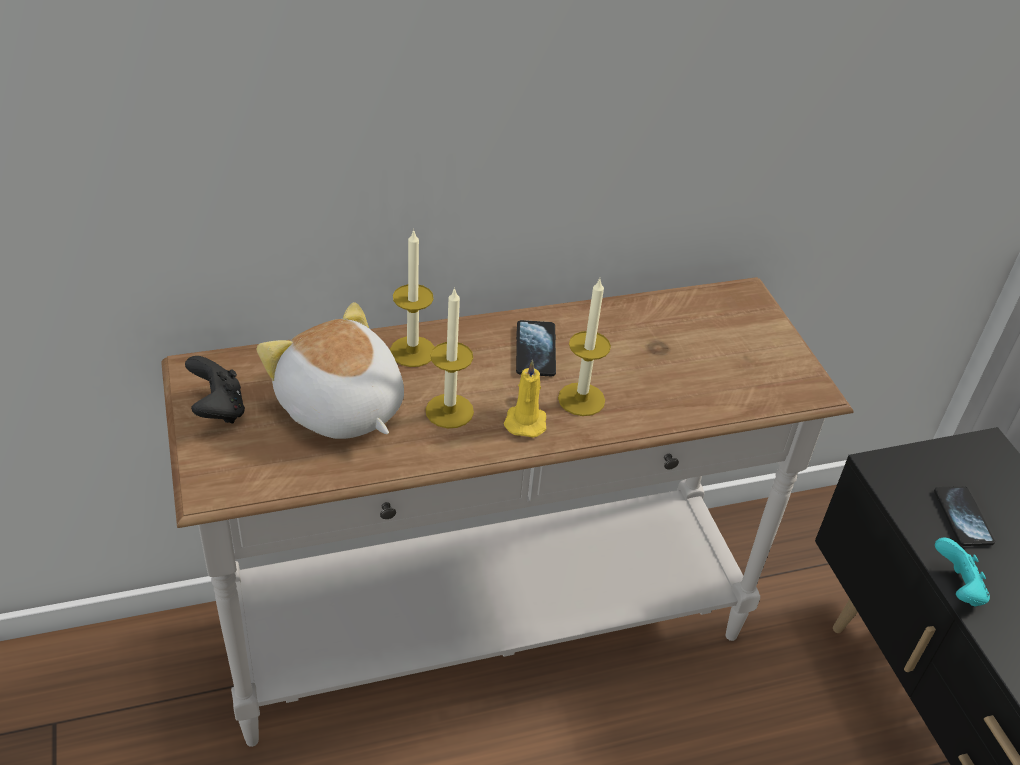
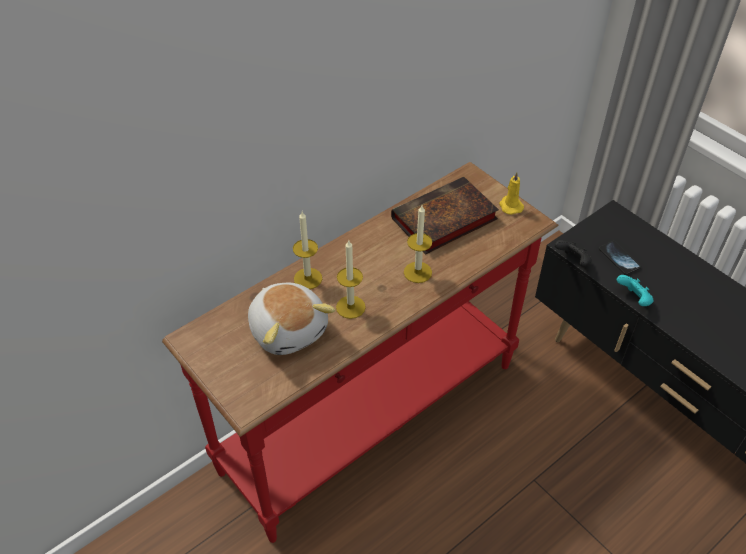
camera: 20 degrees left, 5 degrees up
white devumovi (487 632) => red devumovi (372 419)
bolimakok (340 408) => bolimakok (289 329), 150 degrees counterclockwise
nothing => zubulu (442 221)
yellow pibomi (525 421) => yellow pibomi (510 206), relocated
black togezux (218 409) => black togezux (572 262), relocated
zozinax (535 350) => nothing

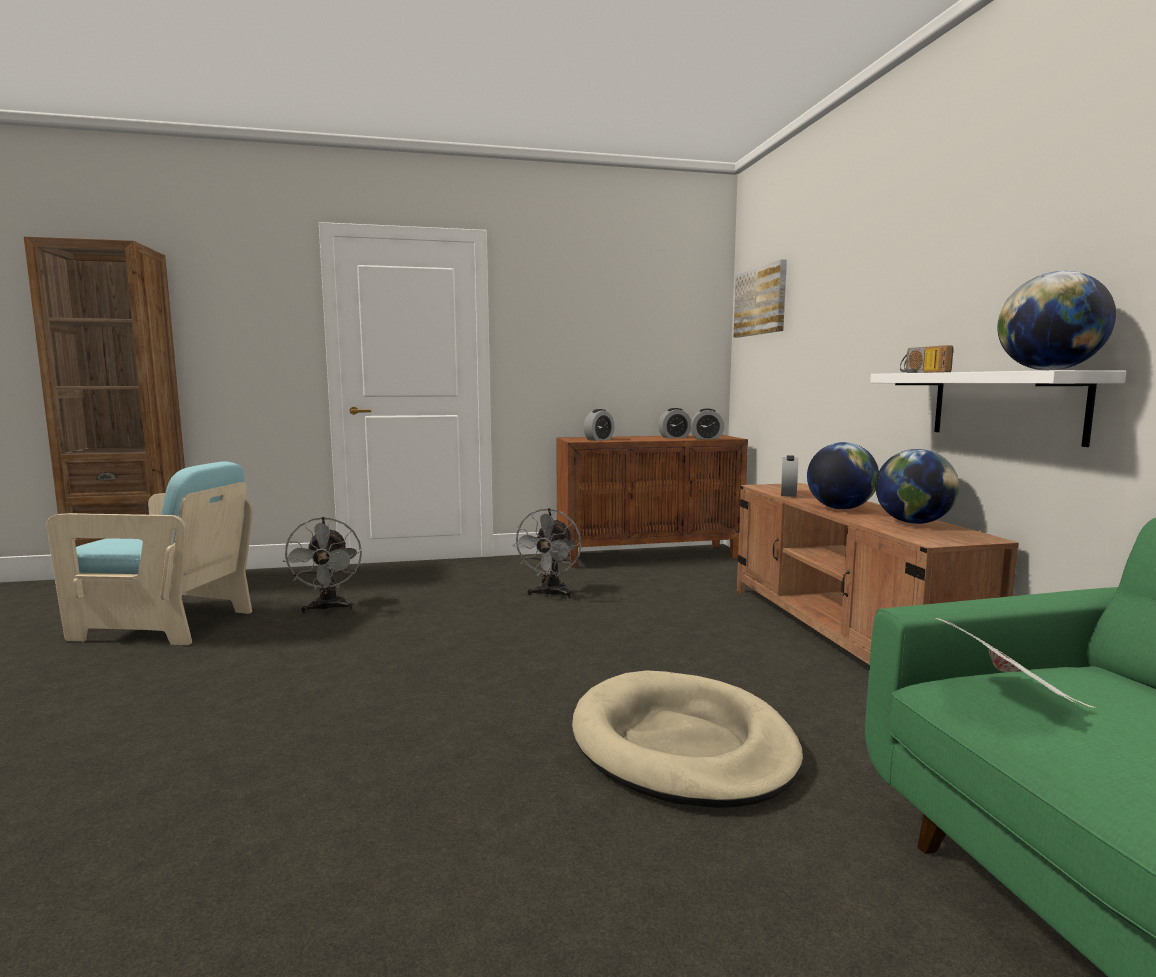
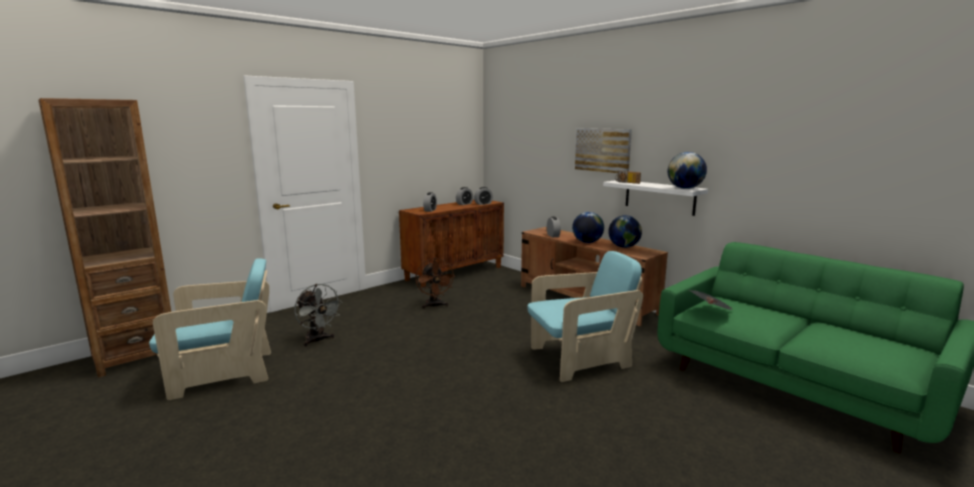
camera: 30 degrees left, 5 degrees up
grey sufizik (550 594) => brown sufizik (434 306)
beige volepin (682 745) => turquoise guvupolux (580 359)
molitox (761 301) => molitox (603 150), relocated

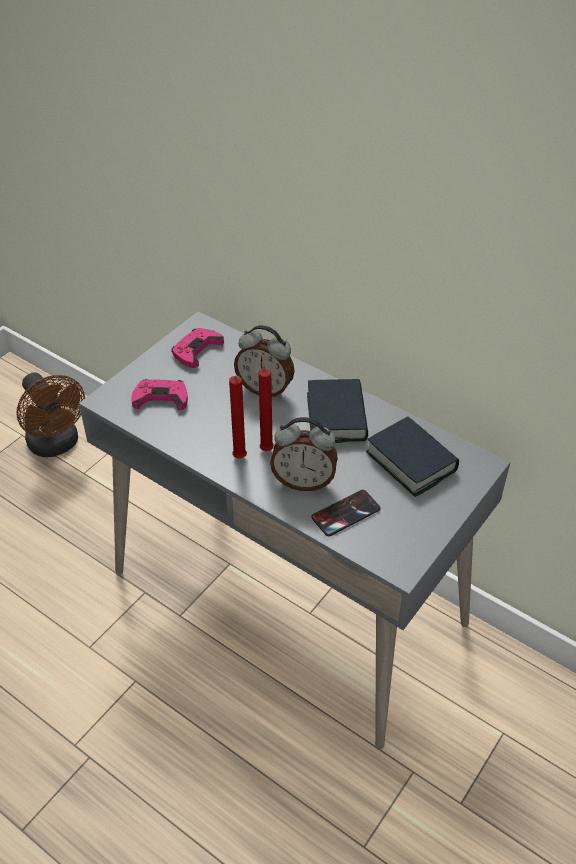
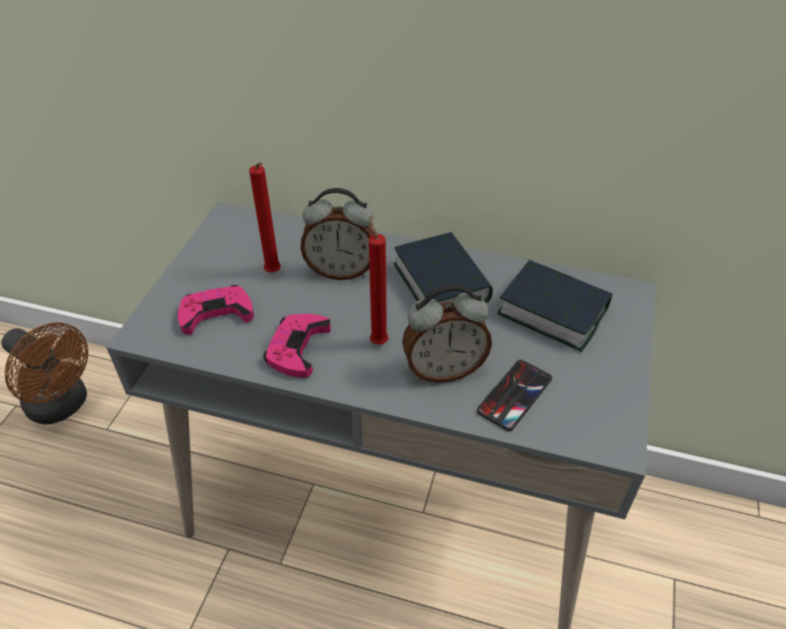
camera: 20 degrees left, 0 degrees up
red pibomi (240 459) => red pibomi (274 274), relocated
pink togezux (196 350) => pink togezux (297 348), relocated

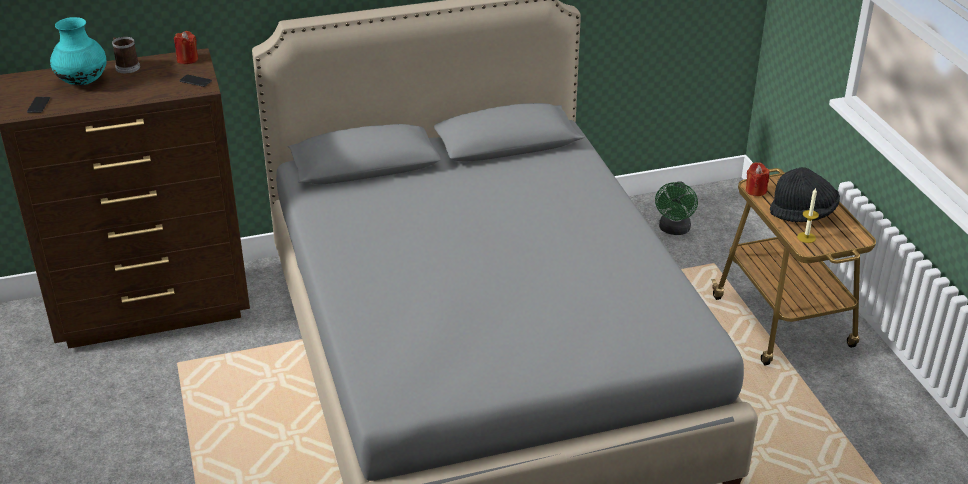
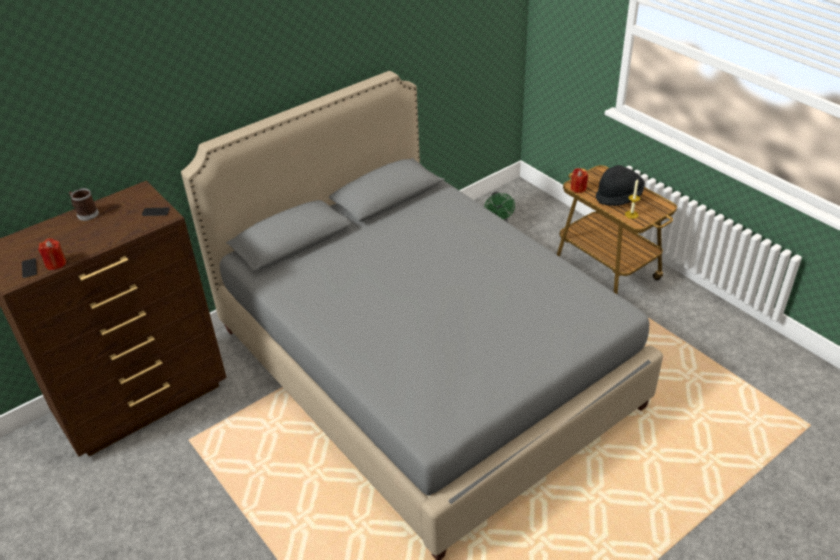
camera: 20 degrees left, 5 degrees up
red pibomi (187 59) => red pibomi (56 264), relocated
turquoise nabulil (83 82) => nothing

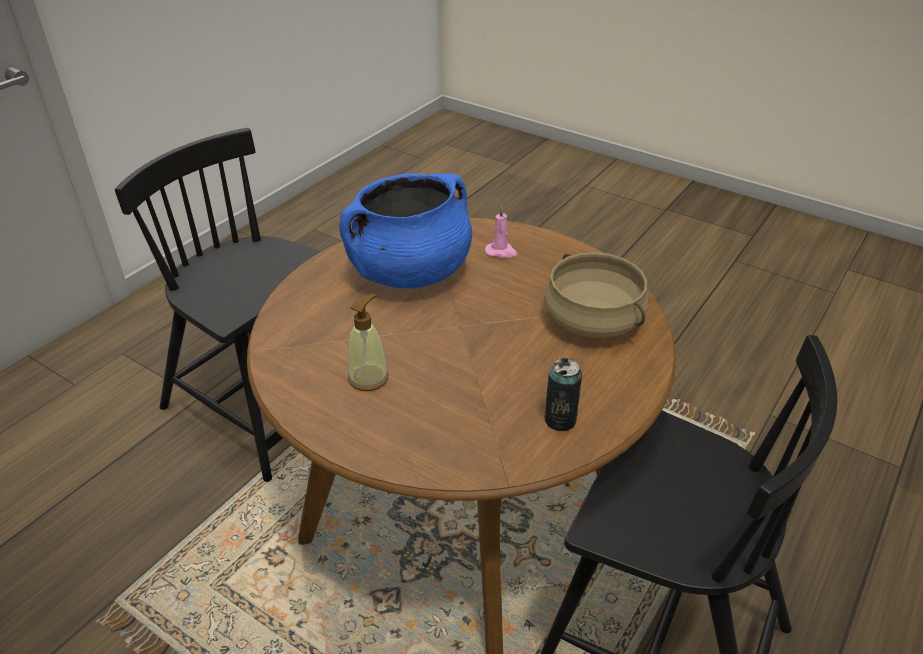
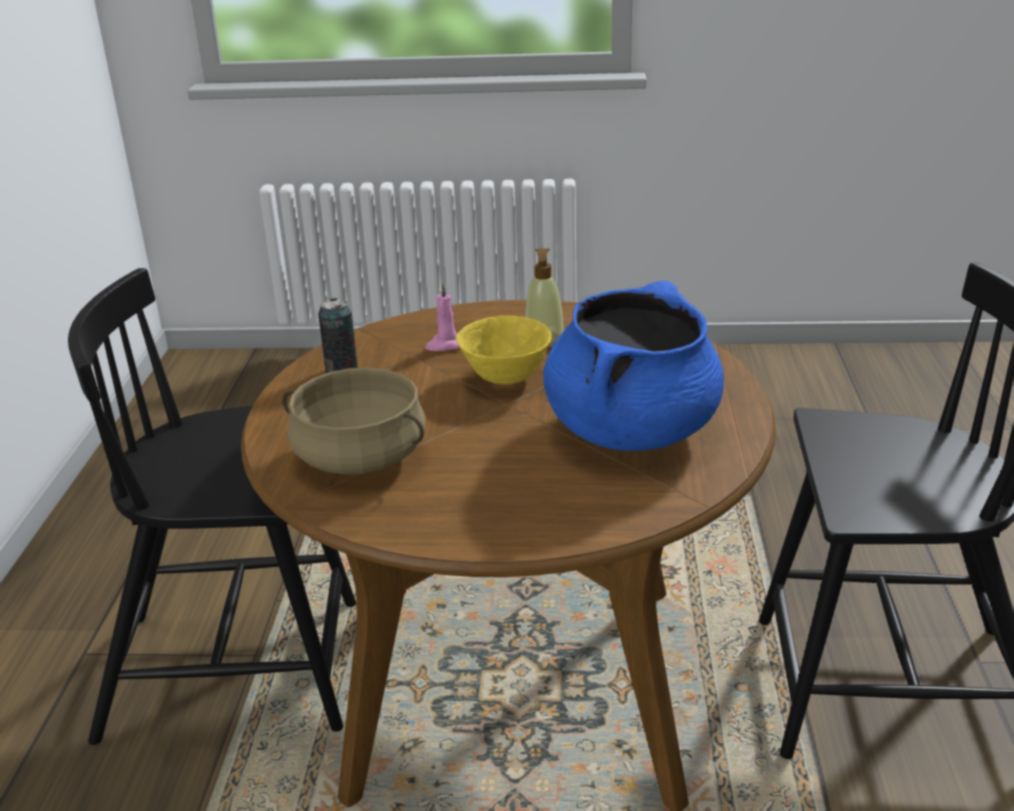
camera: 150 degrees right, 10 degrees down
pink pibomi (501 252) => pink pibomi (445 345), relocated
nothing => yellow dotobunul (505 378)

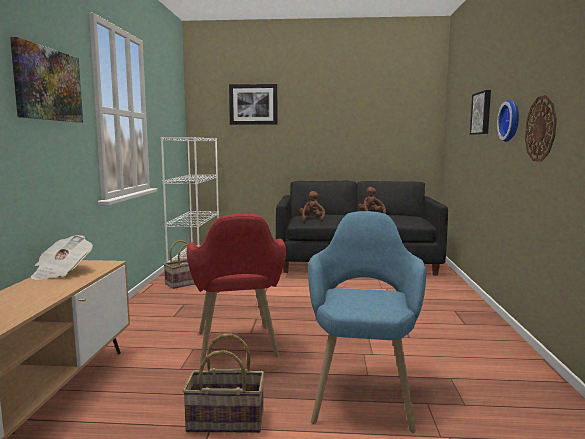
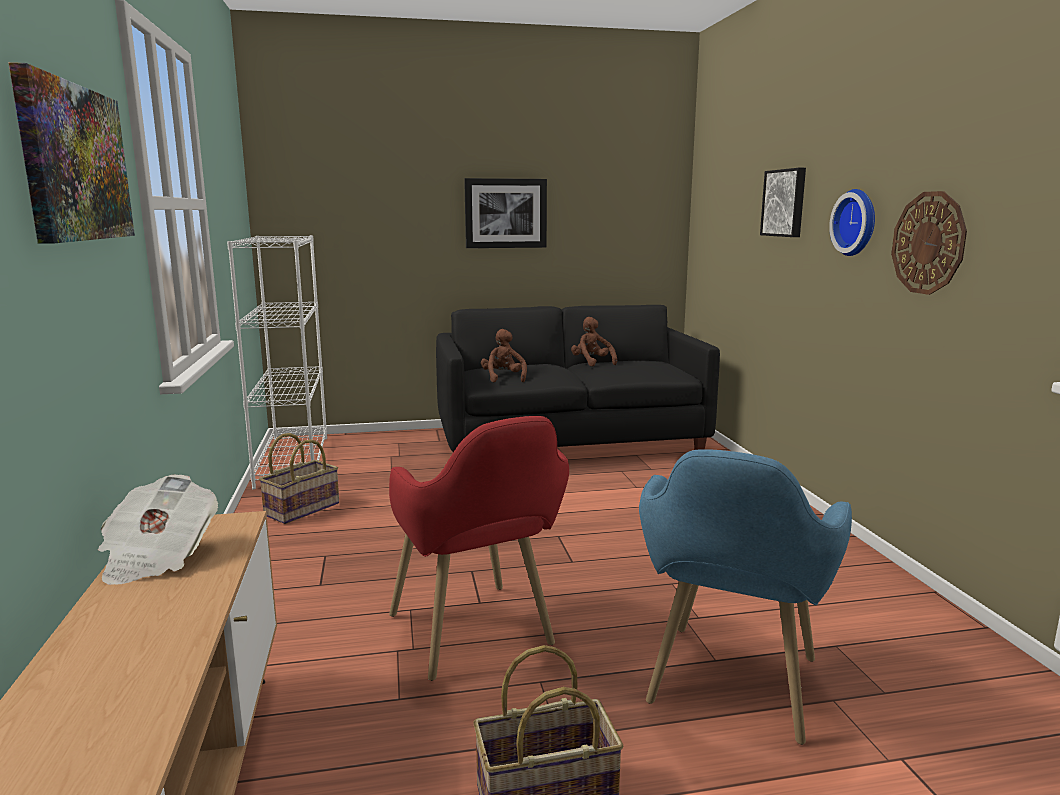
camera: 15 degrees left, 5 degrees up
molitox (253 104) => molitox (505 213), relocated
blue guvupolux (363 392) => blue guvupolux (729 696), 150 degrees counterclockwise

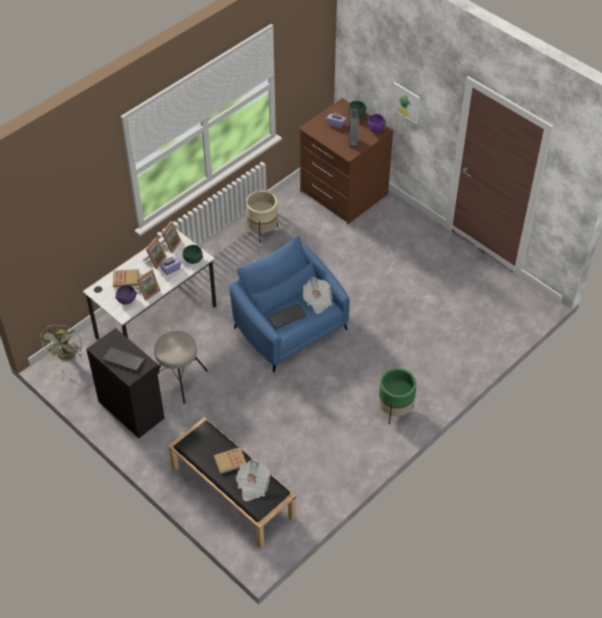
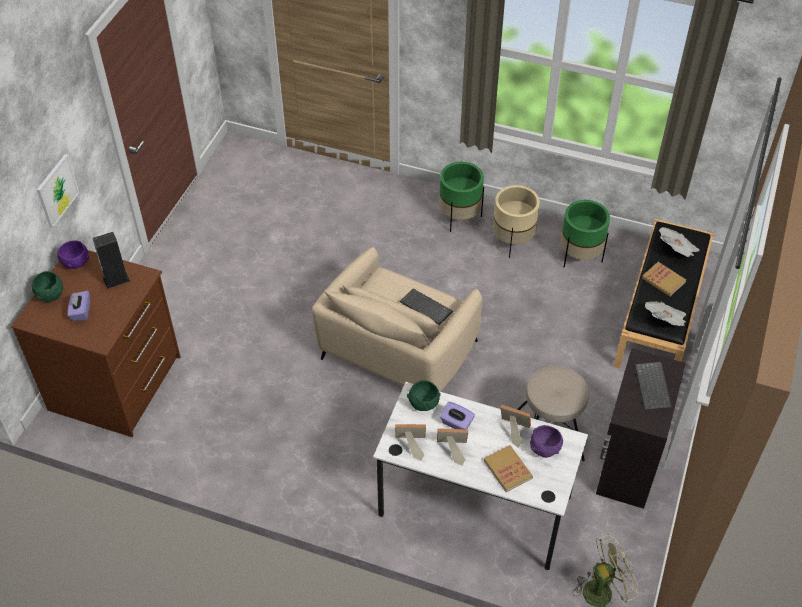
camera: 115 degrees left, 0 degrees up
blue guvupolux (290 327) => beige guvupolux (397 351)
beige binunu (262 231) => beige binunu (513 241), relocated
nothing => green binunu (580 256)
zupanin (317 301) => zupanin (665 320), relocated

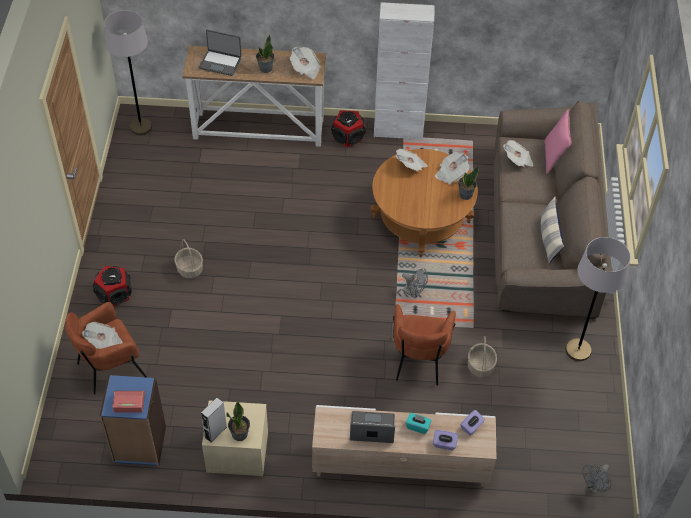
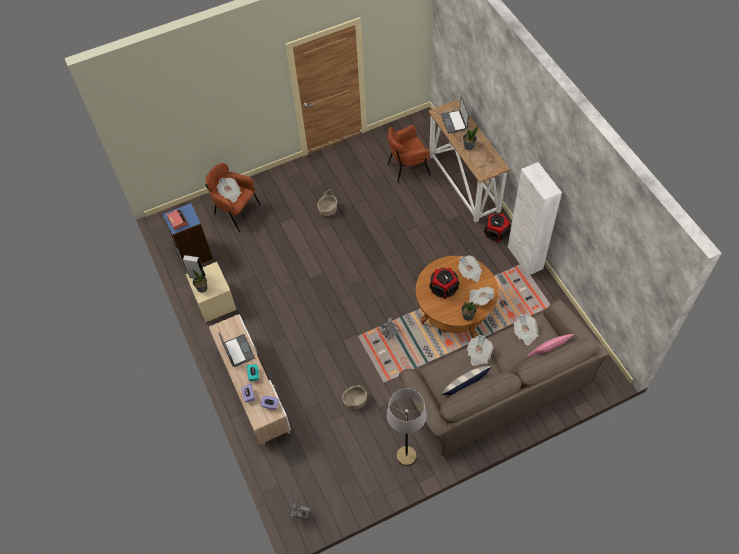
camera: 65 degrees right, 5 degrees up
brown guvupolux (419 361) => brown guvupolux (408 168), relocated
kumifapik (114 294) => kumifapik (443 288), relocated
zupanin (305 69) => zupanin (478 354), relocated
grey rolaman (141 127) => nothing

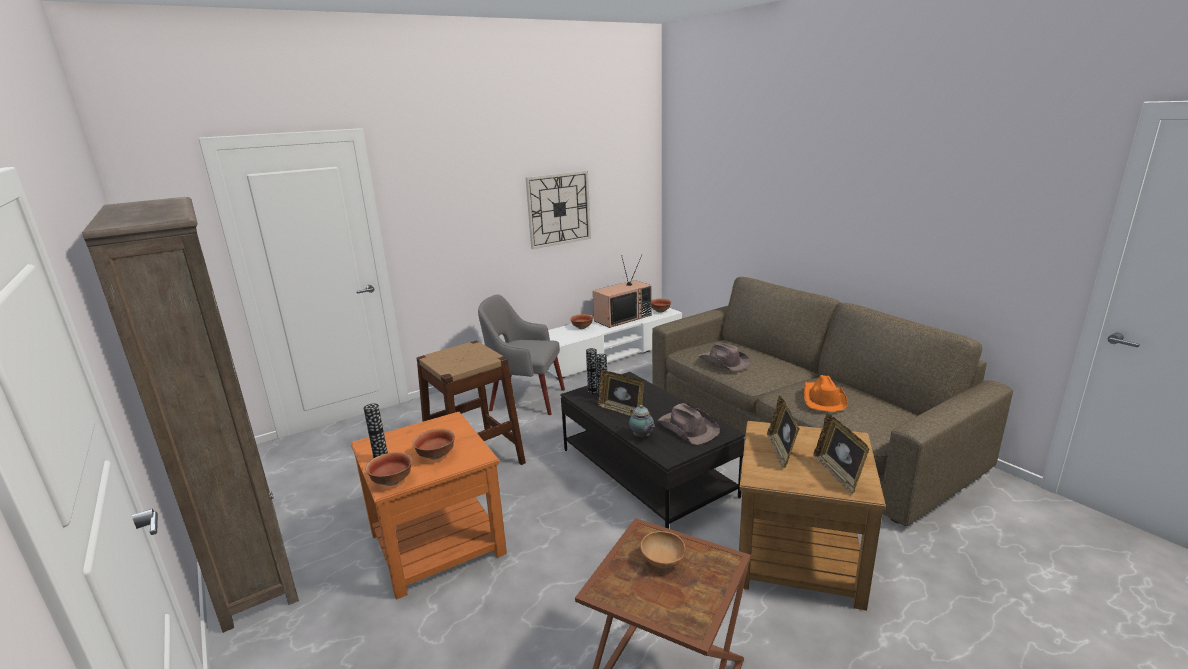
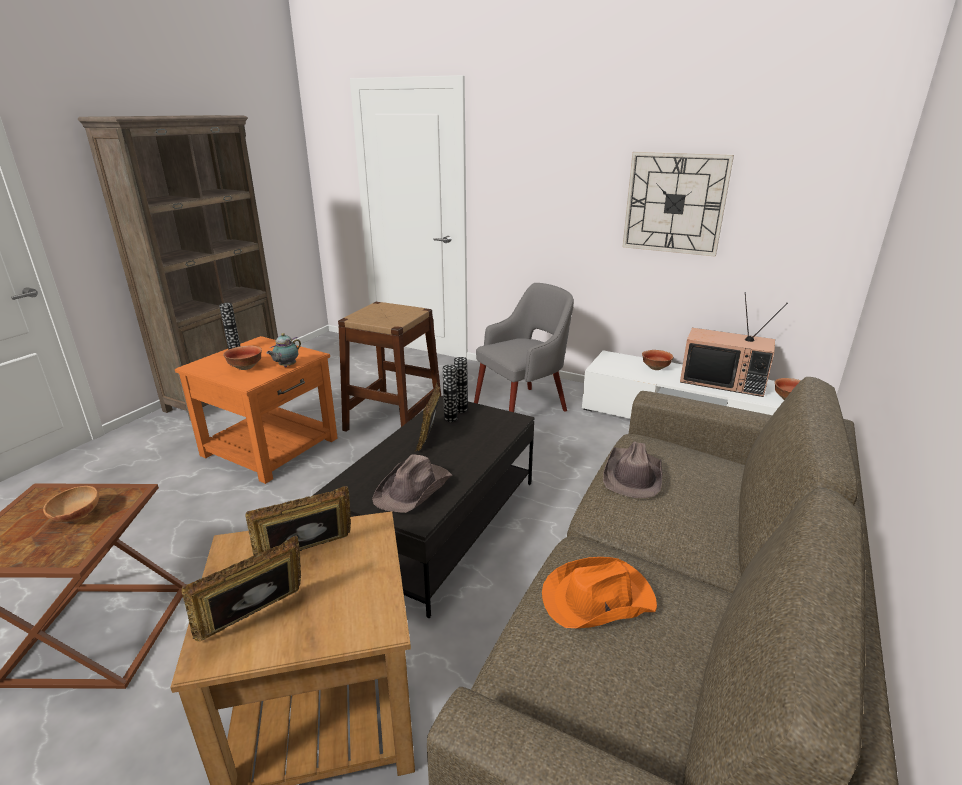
camera: 60 degrees right, 5 degrees up
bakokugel (642 436) => bakokugel (286 366), relocated
grey guvupolux (526 399) => grey guvupolux (522 407), 75 degrees clockwise
dotobunul (392 481) => nothing

